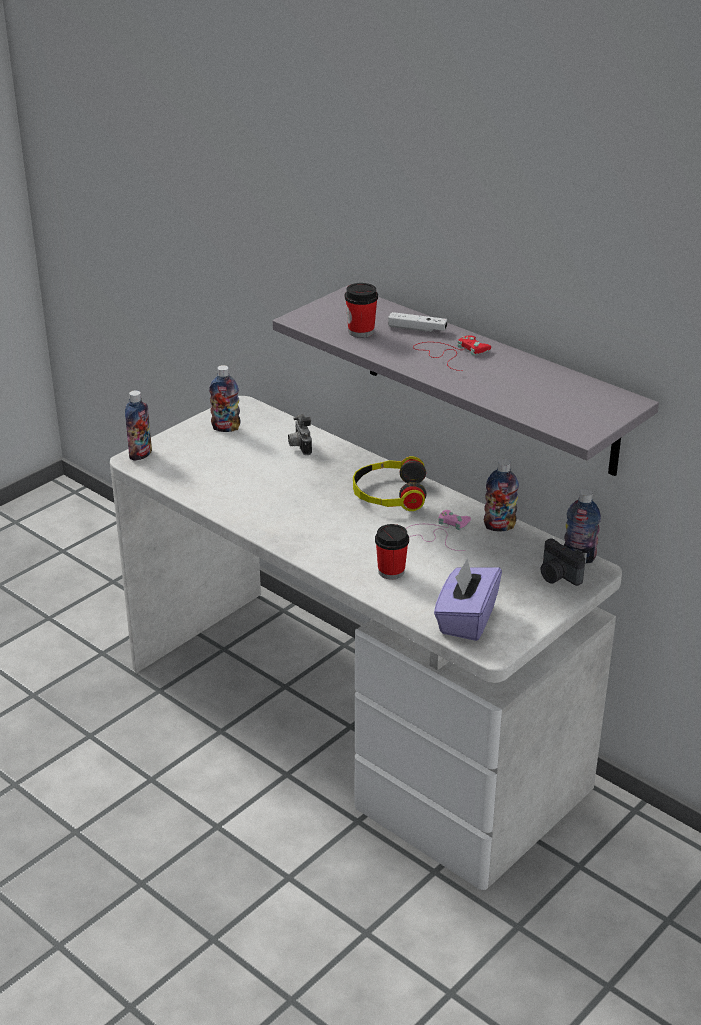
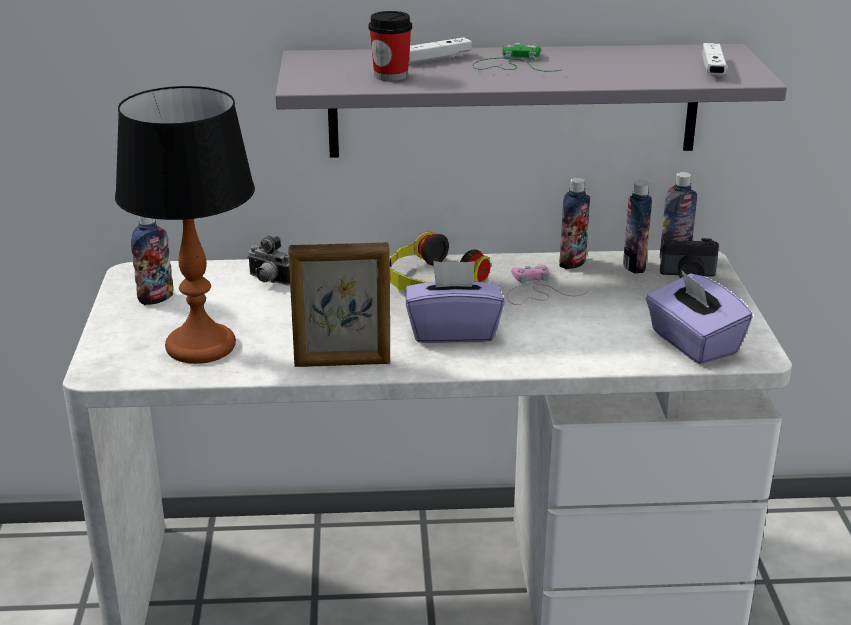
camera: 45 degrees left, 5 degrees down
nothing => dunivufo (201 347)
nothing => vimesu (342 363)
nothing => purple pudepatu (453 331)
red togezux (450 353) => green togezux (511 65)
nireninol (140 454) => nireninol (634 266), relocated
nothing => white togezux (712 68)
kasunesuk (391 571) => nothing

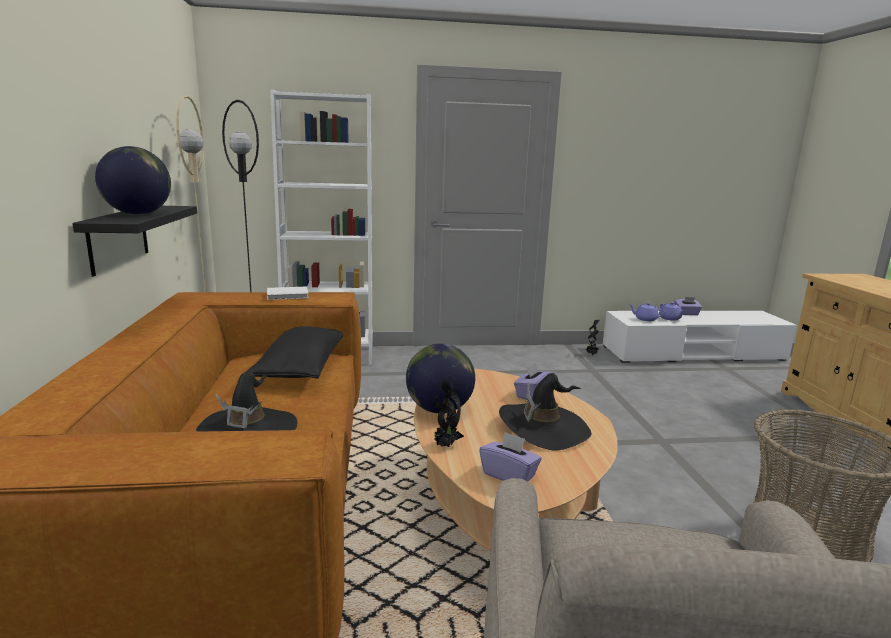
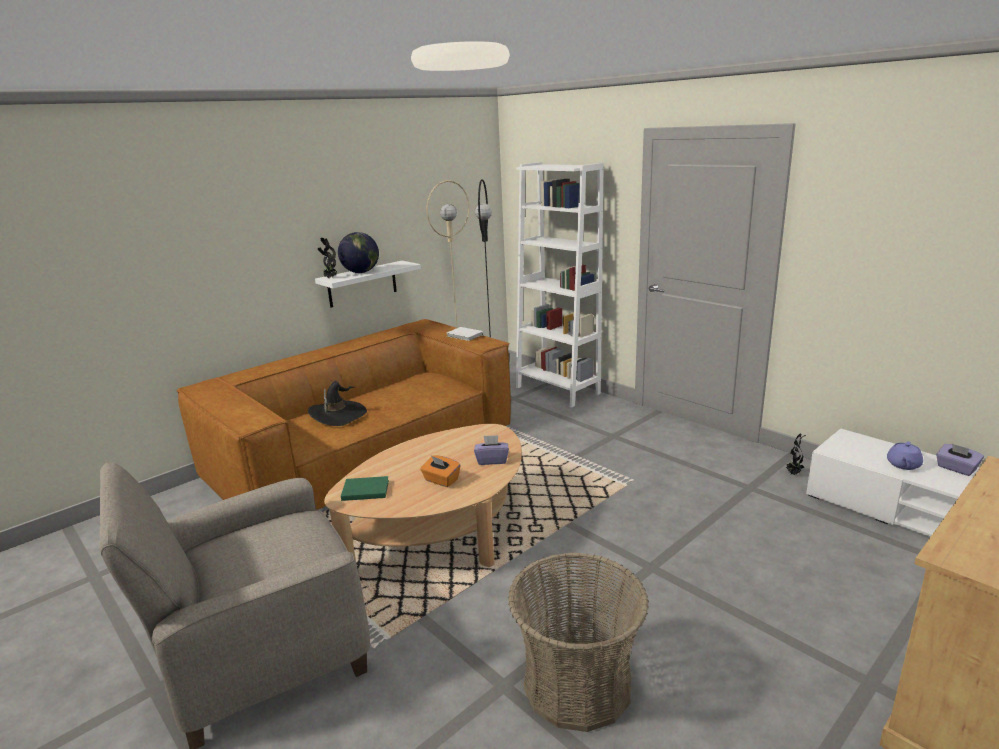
camera: 55 degrees right, 5 degrees up
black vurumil (118 238) => white vurumil (362 284)
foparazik (445 445) => foparazik (330 278), relocated
purple pudepatu (509 475) => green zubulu (364 490)
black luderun (544 428) => orange pudepatu (441 480)
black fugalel (300 369) => nothing
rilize (439 410) => nothing
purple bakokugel (645 319) => nothing

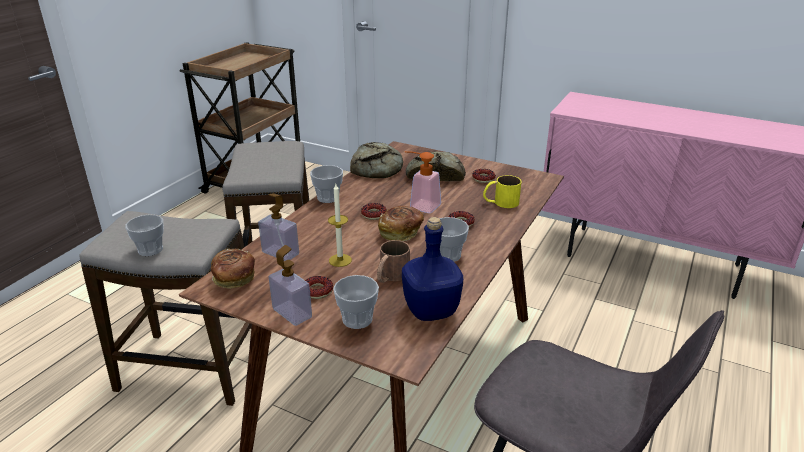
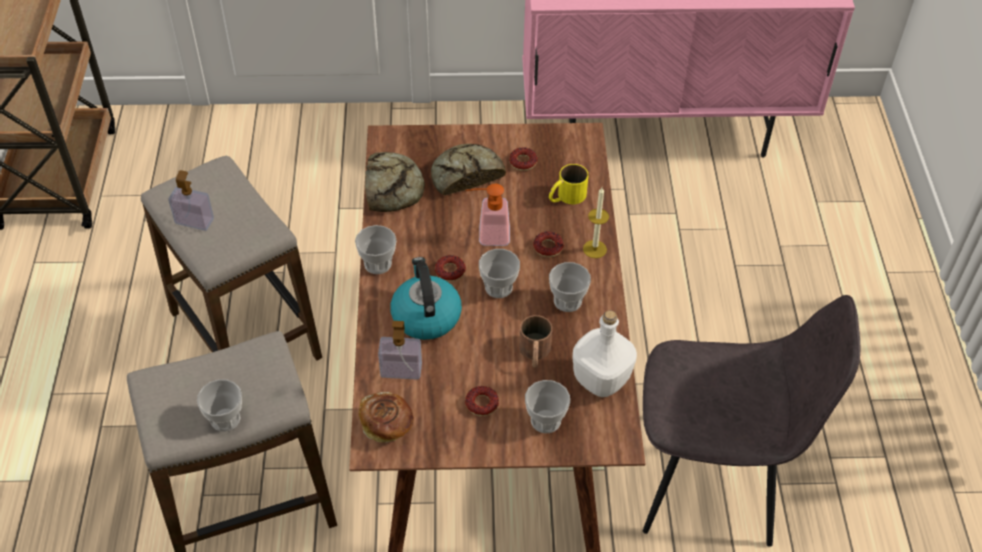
camera: 30 degrees left, 20 degrees up
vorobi (292 313) => vorobi (194 221), relocated
nothing => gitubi (425 316)
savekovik (401 232) => kasunesuk (498 287)
blue nireninol (431 311) => white nireninol (602 380)
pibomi (340 260) => pibomi (594 249), relocated

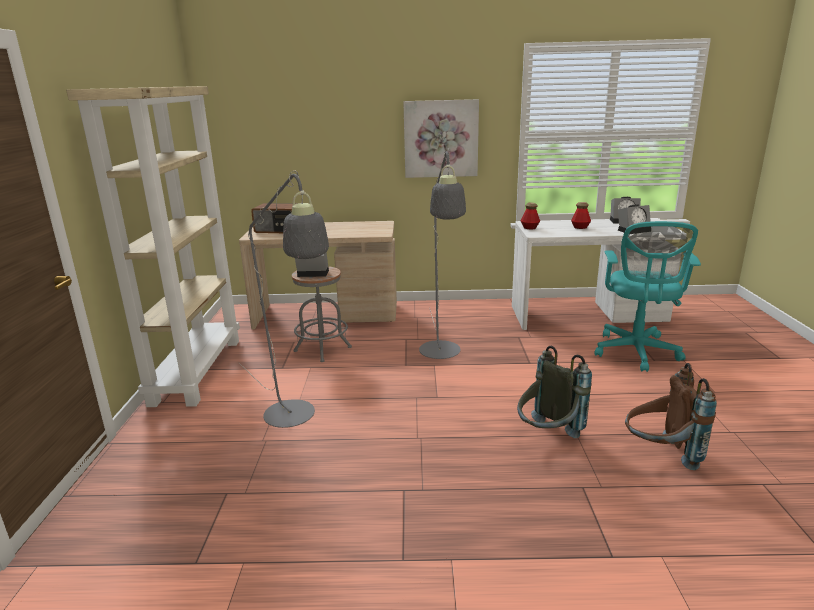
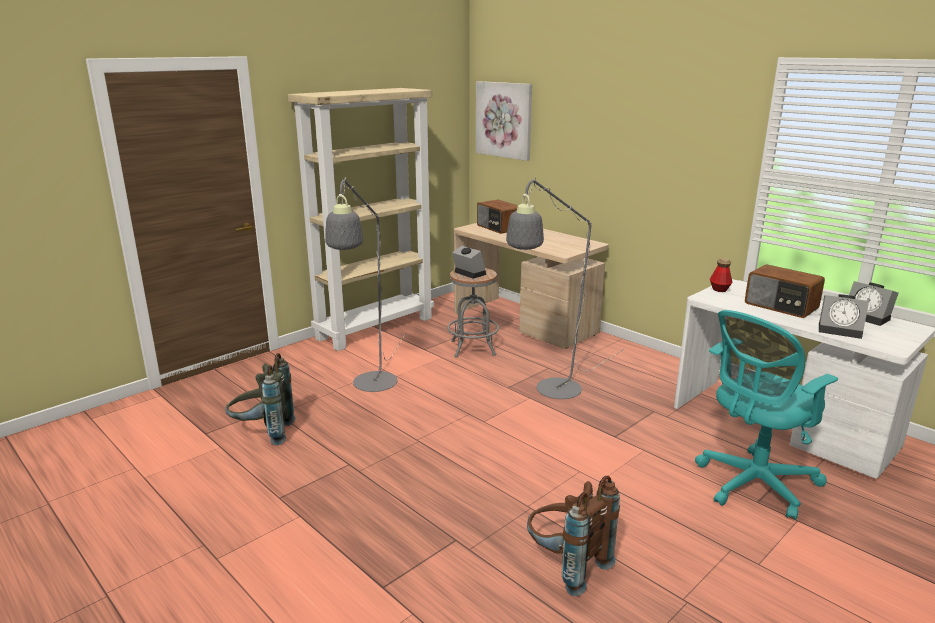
camera: 45 degrees right, 0 degrees up
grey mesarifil (547 437) => grey mesarifil (263 433), relocated
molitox (441 139) => molitox (504 120), relocated
nireninol (580 227) => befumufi (781 306)

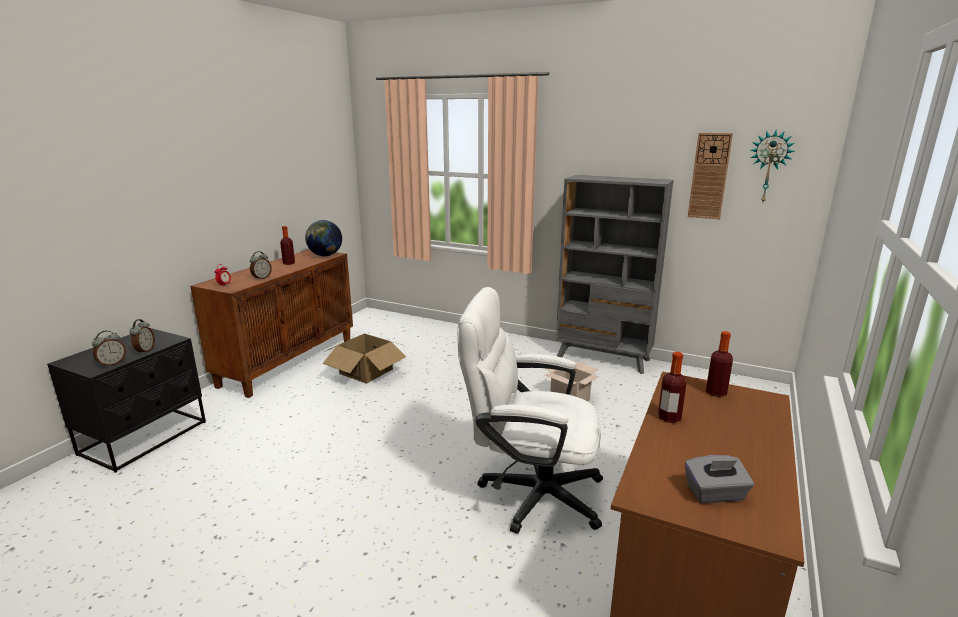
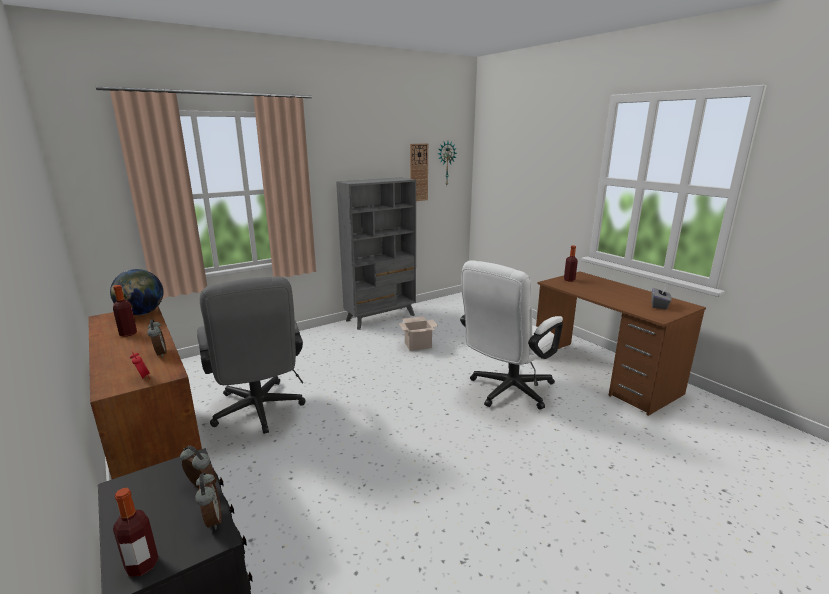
camera: 60 degrees left, 0 degrees up
nireninol (669 418) => nireninol (142 565), relocated
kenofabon (366 371) => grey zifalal (259 412)

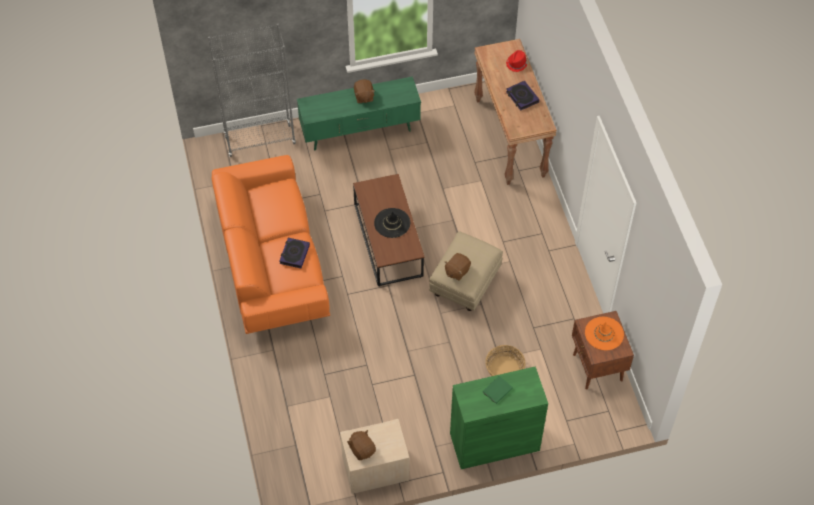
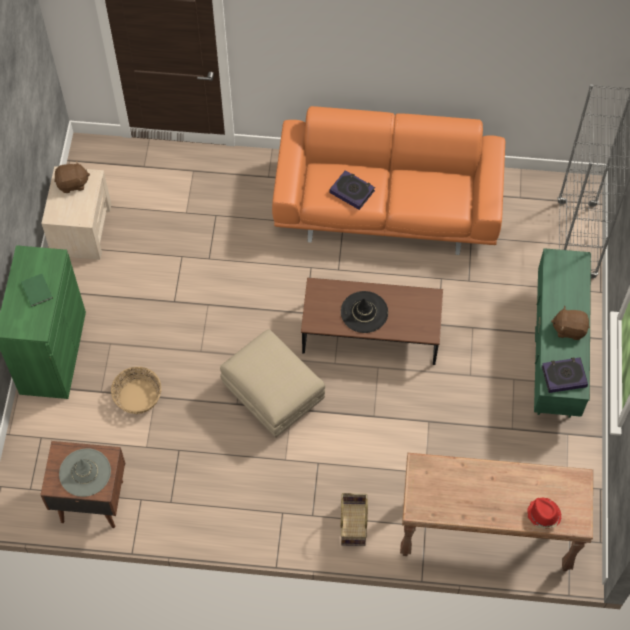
camera: 110 degrees right, 5 degrees up
orange luderun (604 333) => grey luderun (85 472)
nothing => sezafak (352 524)
zubulu (522 97) => zubulu (564 376), relocated
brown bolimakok (457 271) => nothing

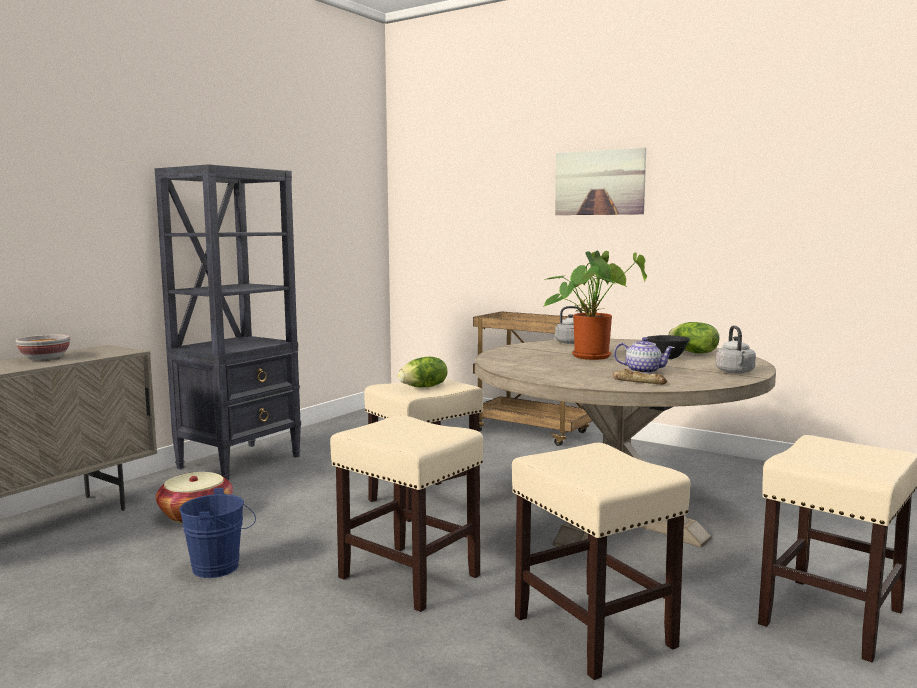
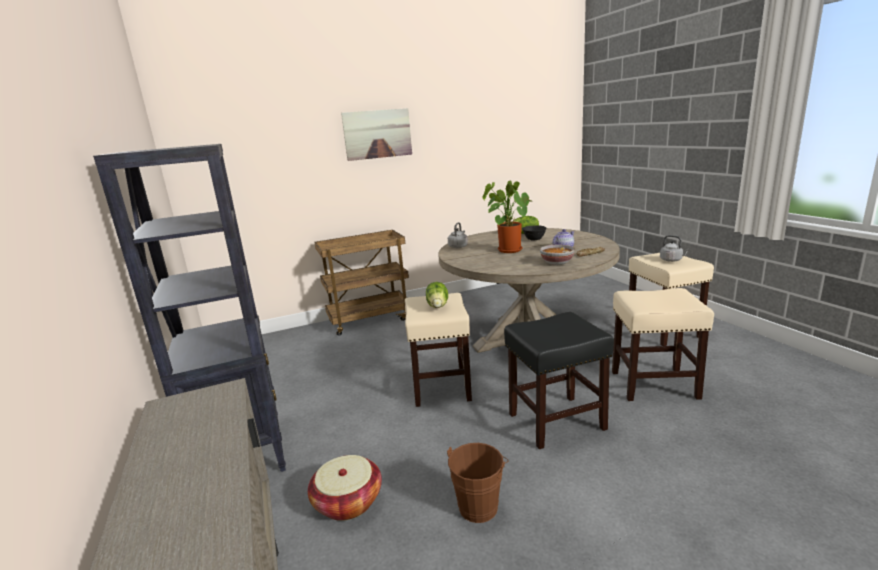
camera: 55 degrees left, 10 degrees up
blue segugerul (221 567) => brown segugerul (480 504)
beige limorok (407 576) => black limorok (555 422)
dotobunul (44 358) => dotobunul (556 262), relocated
grey gitubi (735 372) => grey gitubi (672 260), relocated

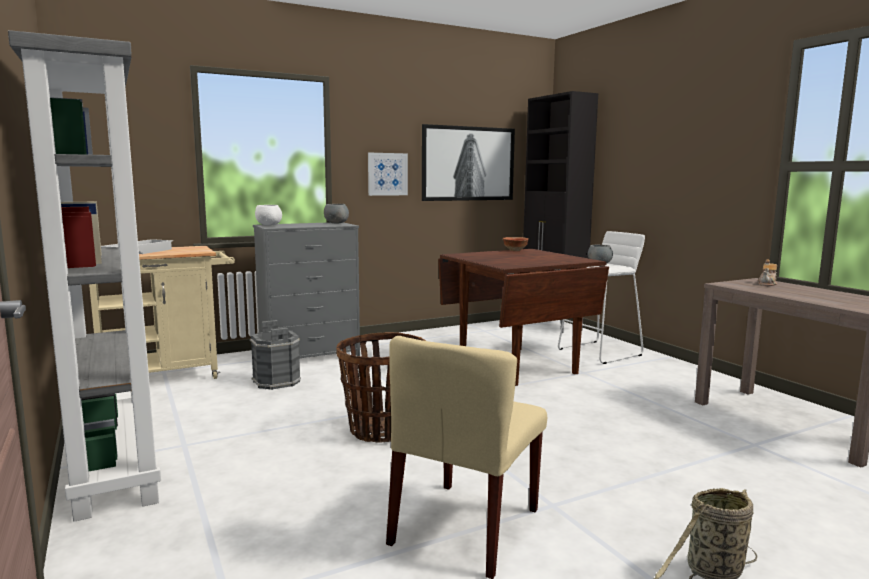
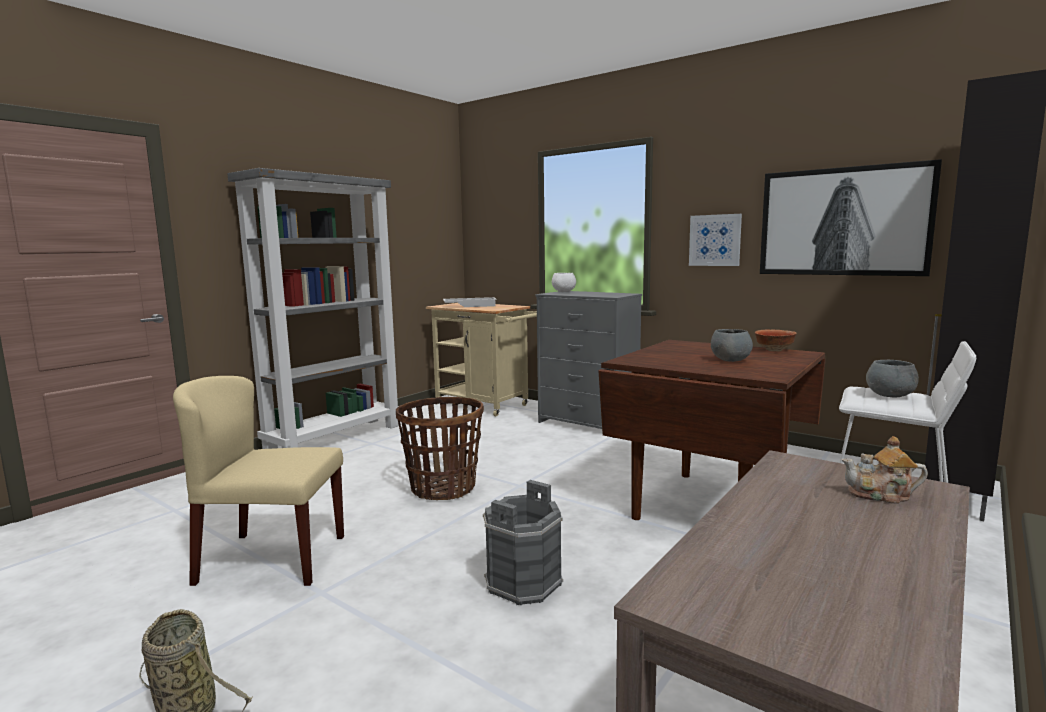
camera: 65 degrees right, 0 degrees up
grey segugerul (276 381) => grey segugerul (523 582), relocated
grey dotobunul (336 223) => grey dotobunul (730 360), relocated

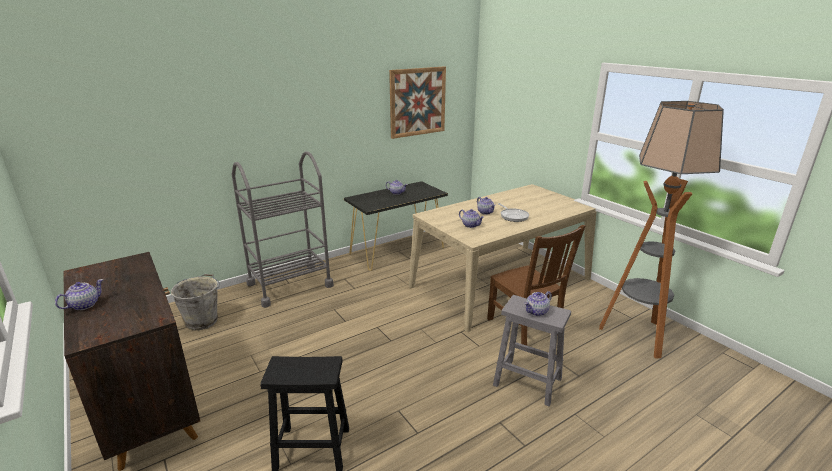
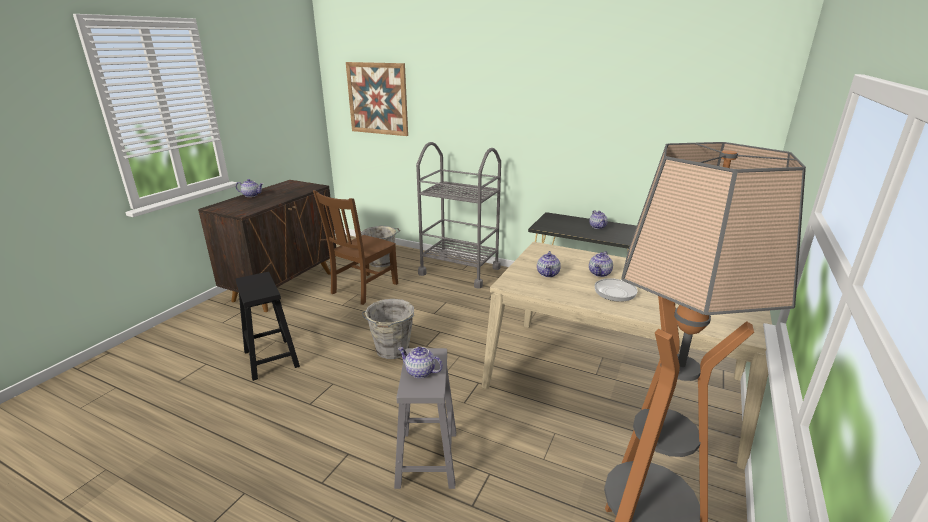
camera: 60 degrees right, 0 degrees up
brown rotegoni (525 328) => brown rotegoni (363 289), relocated
molitox (417 102) => molitox (377 98), relocated
nothing => grey segugerul (392 350)

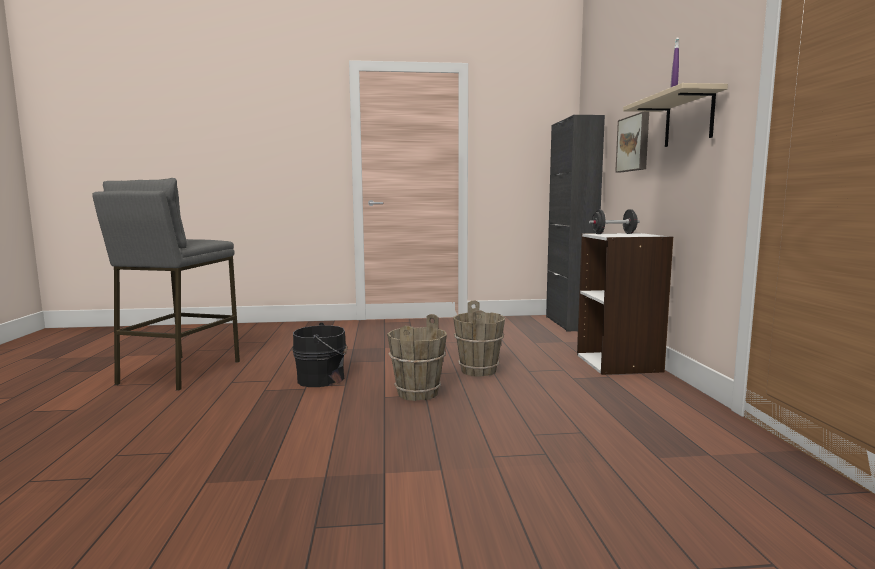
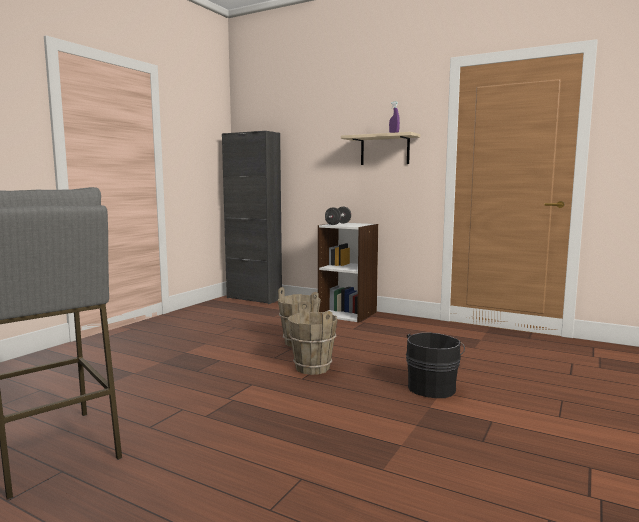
camera: 55 degrees left, 0 degrees up
black segugerul (323 379) => black segugerul (432 387), relocated
molitox (634 143) => nothing

